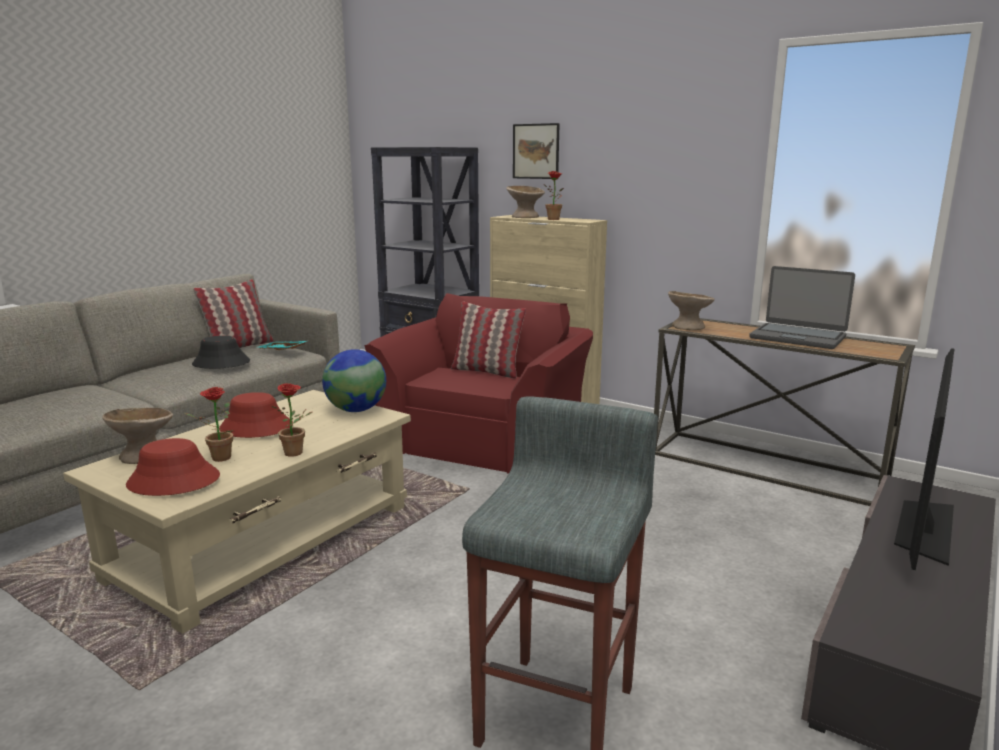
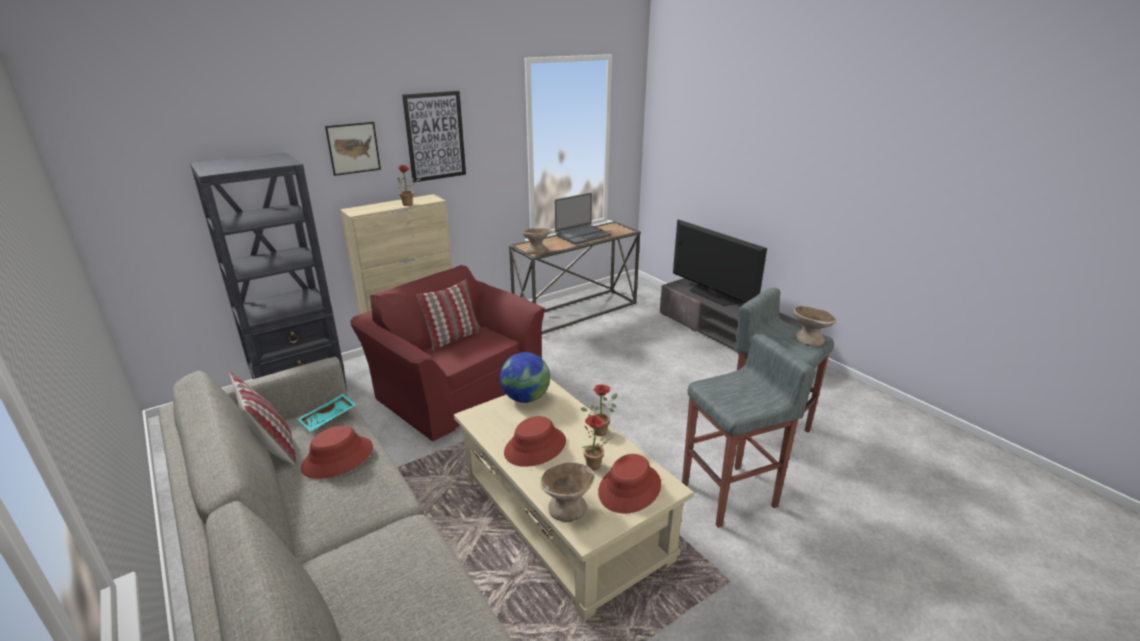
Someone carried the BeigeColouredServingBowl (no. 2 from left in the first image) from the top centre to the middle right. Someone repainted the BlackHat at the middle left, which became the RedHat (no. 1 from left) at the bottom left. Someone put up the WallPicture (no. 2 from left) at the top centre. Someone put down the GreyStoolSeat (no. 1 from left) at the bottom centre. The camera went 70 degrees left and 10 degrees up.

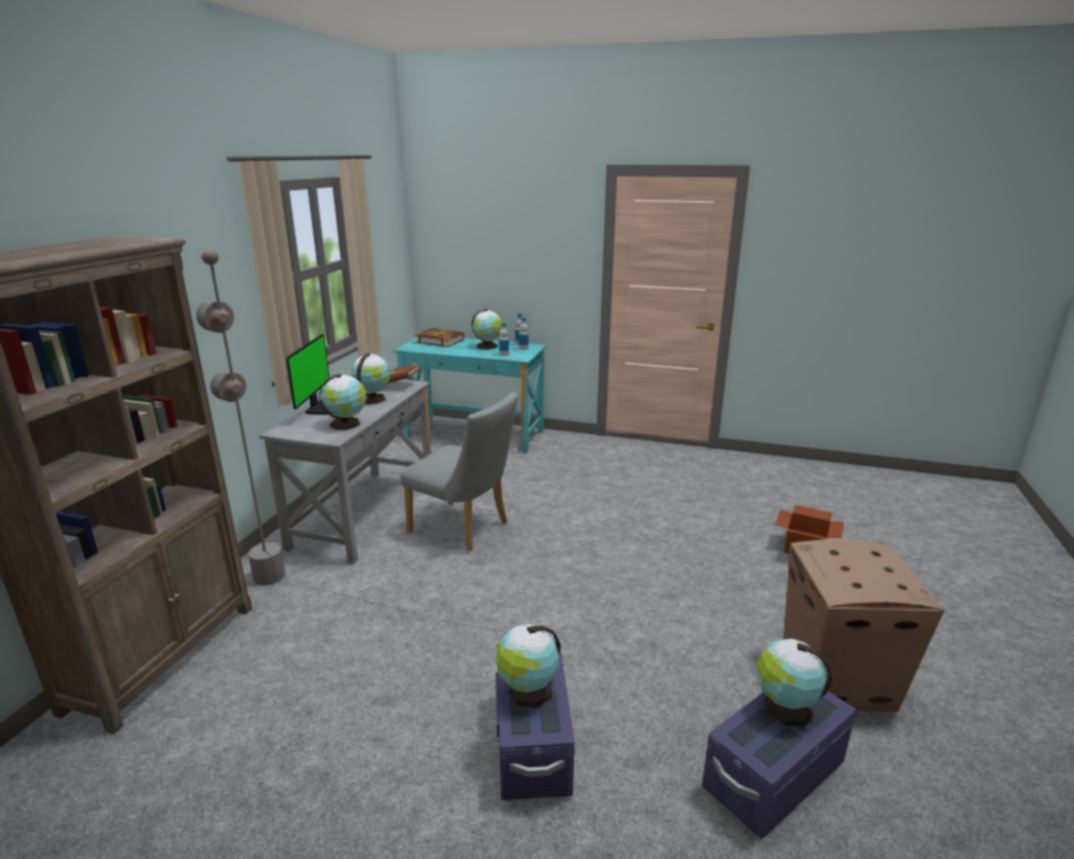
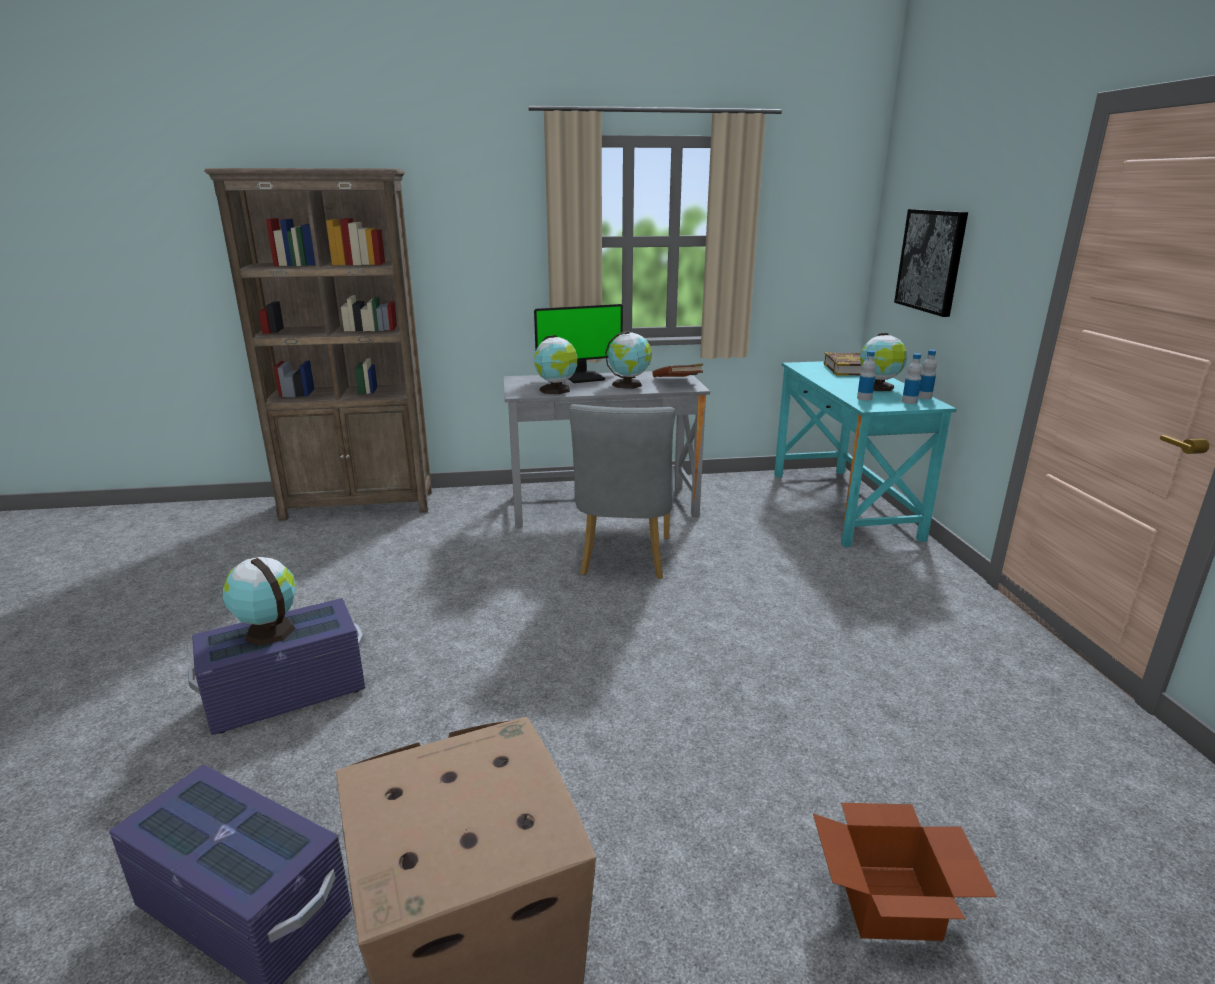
Someone took away the GreyStandingLamp at the centre. Someone took away the Globe (no. 5 from left) at the bottom right. Someone put up the WallPicture at the top right. The camera went 65 degrees right and 0 degrees up.

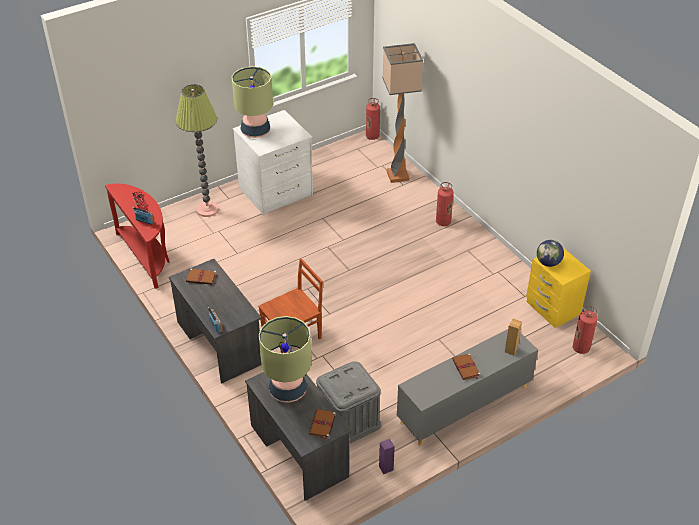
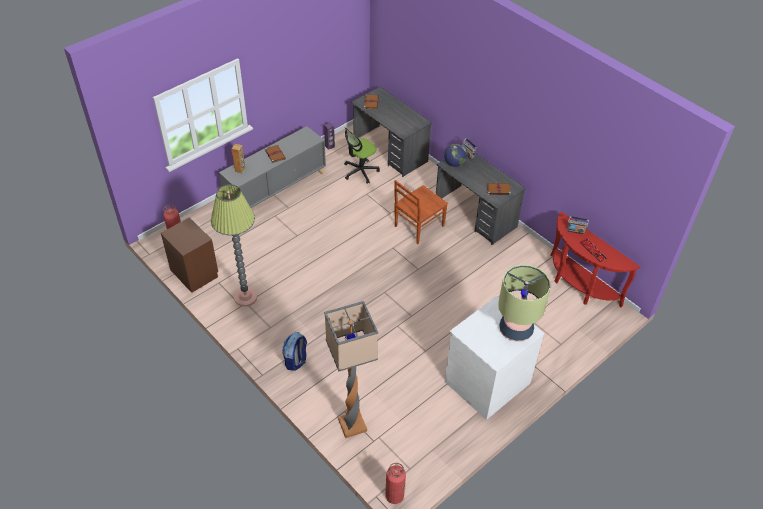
Someone carried the StandingLamp (no. 1 from left) from the top left to the middle left. Someone swapped the FireFightingCylinder (no. 2 from left) at the centre for the Backpack at the bottom centre. Someone carried the Globe from the middle right to the top centre. Someone repainted the YellowColouredNightTable at the middle right, which became the BrownColouredNightTable at the middle left. Someone took away the TabletopLamp (no. 2 from left) at the bottom centre. Someone swapped the GreyStorageBin at the bottom centre for the DeskChair at the top centre. The camera went 170 degrees right and 5 degrees up.

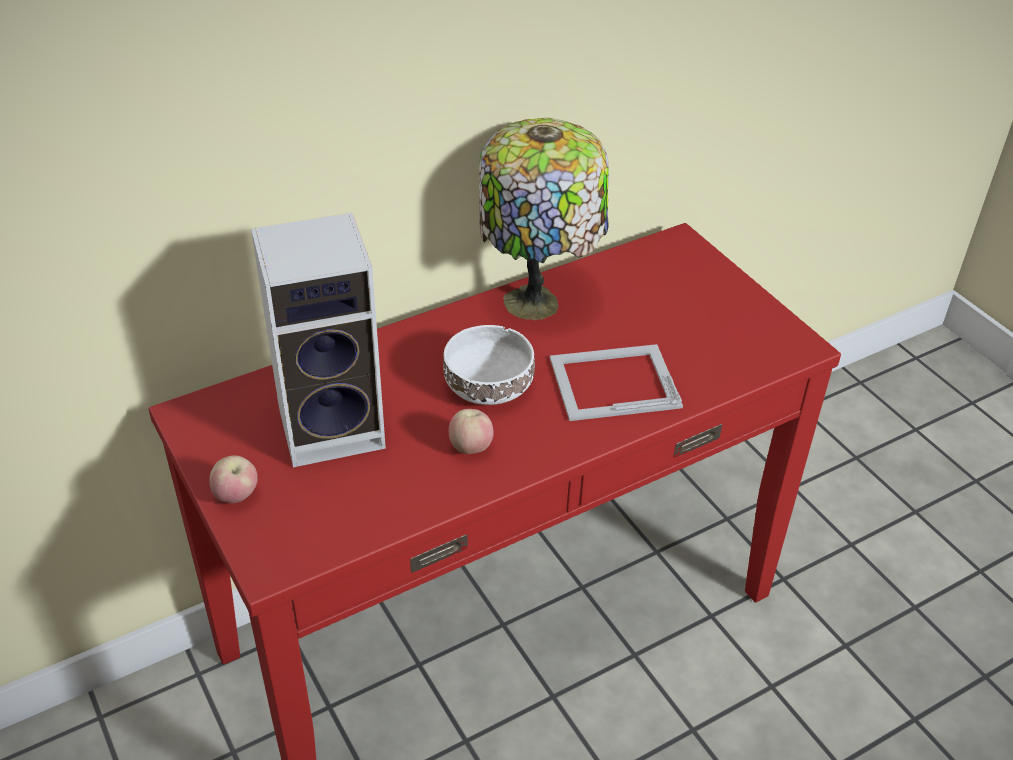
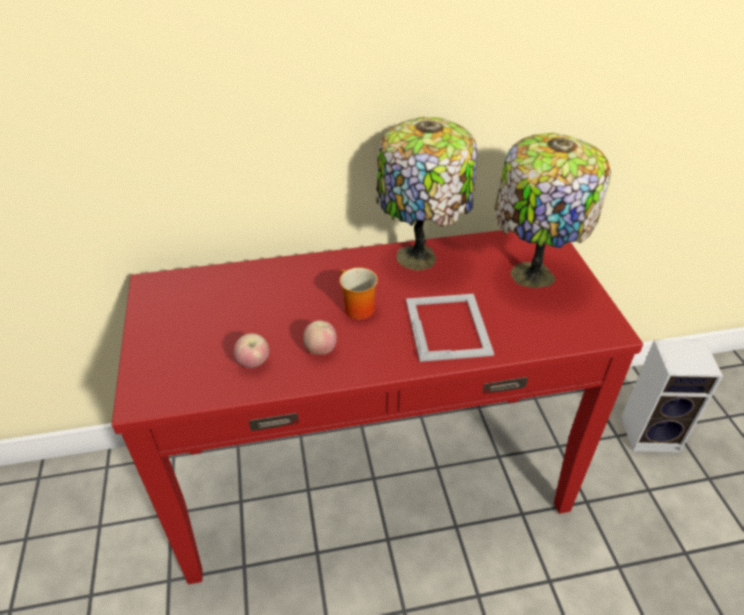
Someone carried the AudioSpeaker from the middle left to the middle right. Someone swapped the WhitishServingBowl at the centre for the CoffeeMug at the centre. Someone rotated the StandingFrame at the centre by 75 degrees clockwise. Someone carried the AppleFruit (no. 1 from left) from the middle left to the centre. Someone put down the TabletopLamp (no. 2 from left) at the middle right. The camera went 20 degrees right and 0 degrees up.

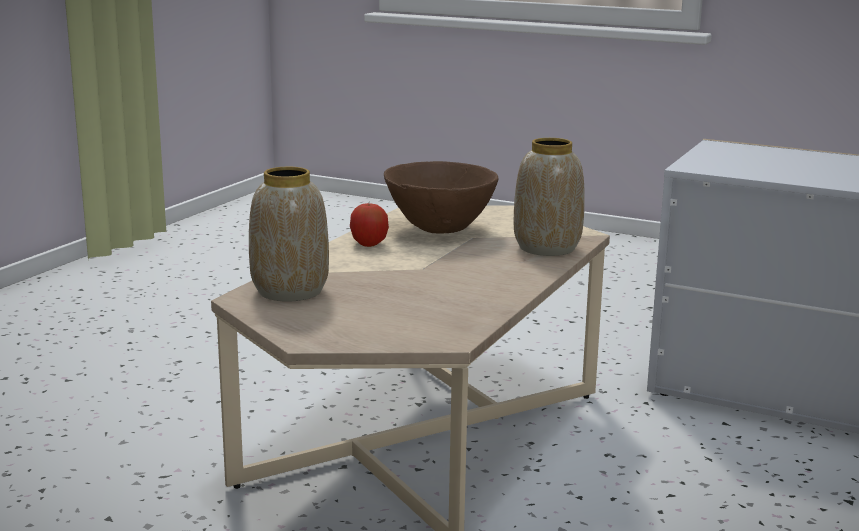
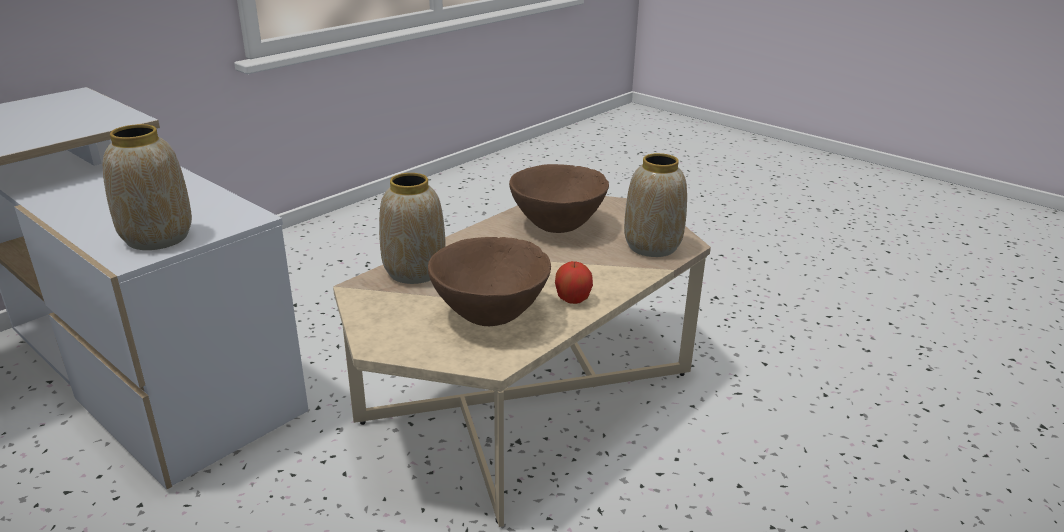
Someone put down the Vase (no. 1 from left) at the middle left. Someone put down the BrownColouredServingBowl (no. 2 from left) at the centre. The camera went 165 degrees left and 10 degrees up.

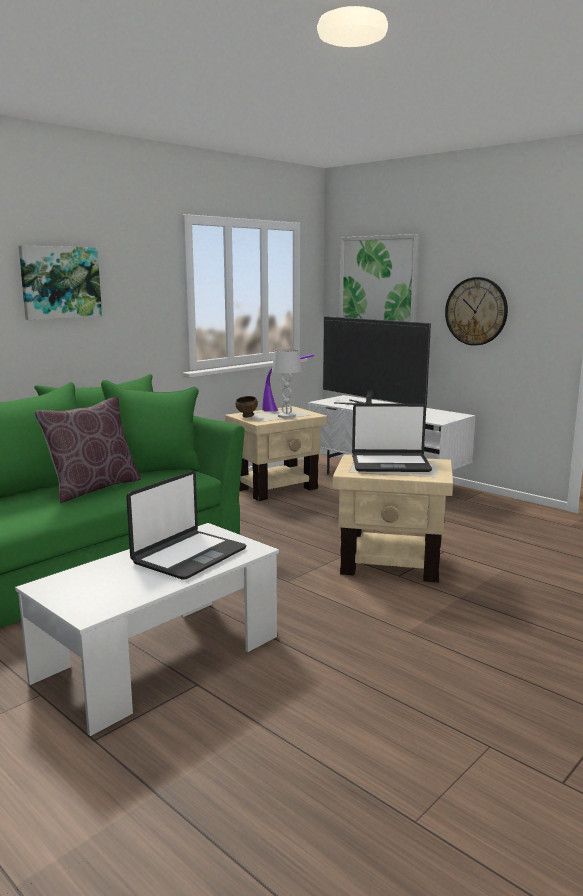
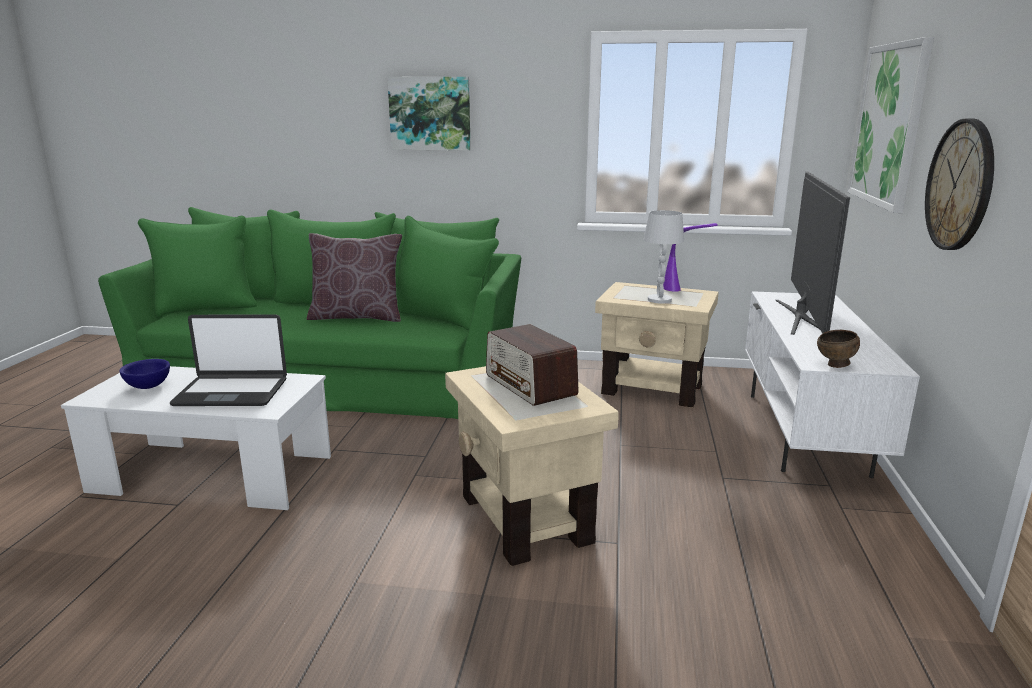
Someone carried the BrownColouredServingBowl from the centre to the middle right. Someone swapped the PortableComputer (no. 2 from left) at the middle right for the Radio at the centre. Someone put down the BlueServingBowl at the middle left. The camera went 55 degrees right and 5 degrees up.

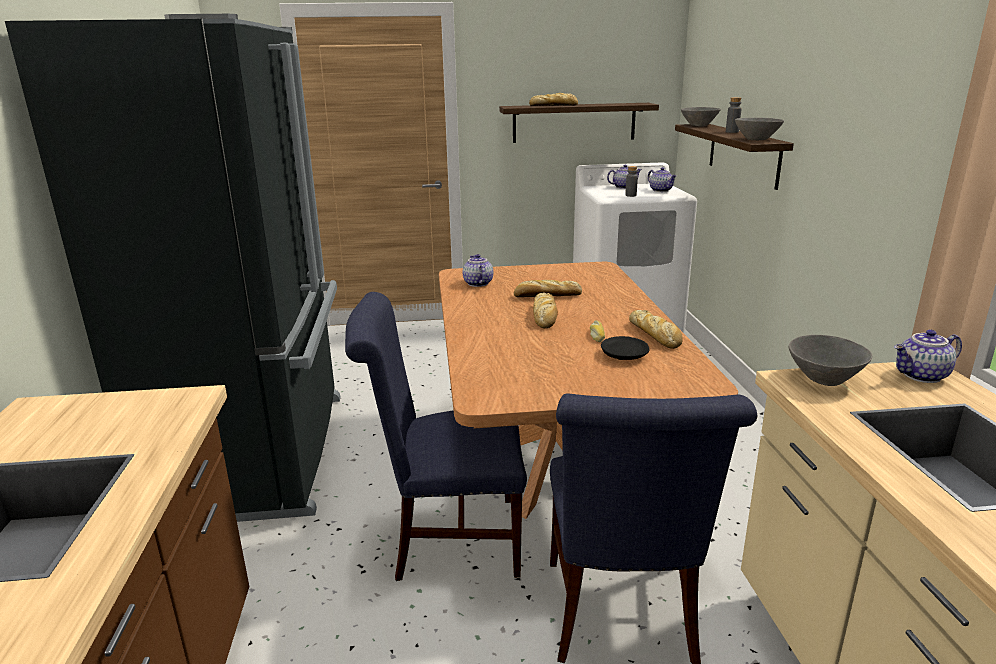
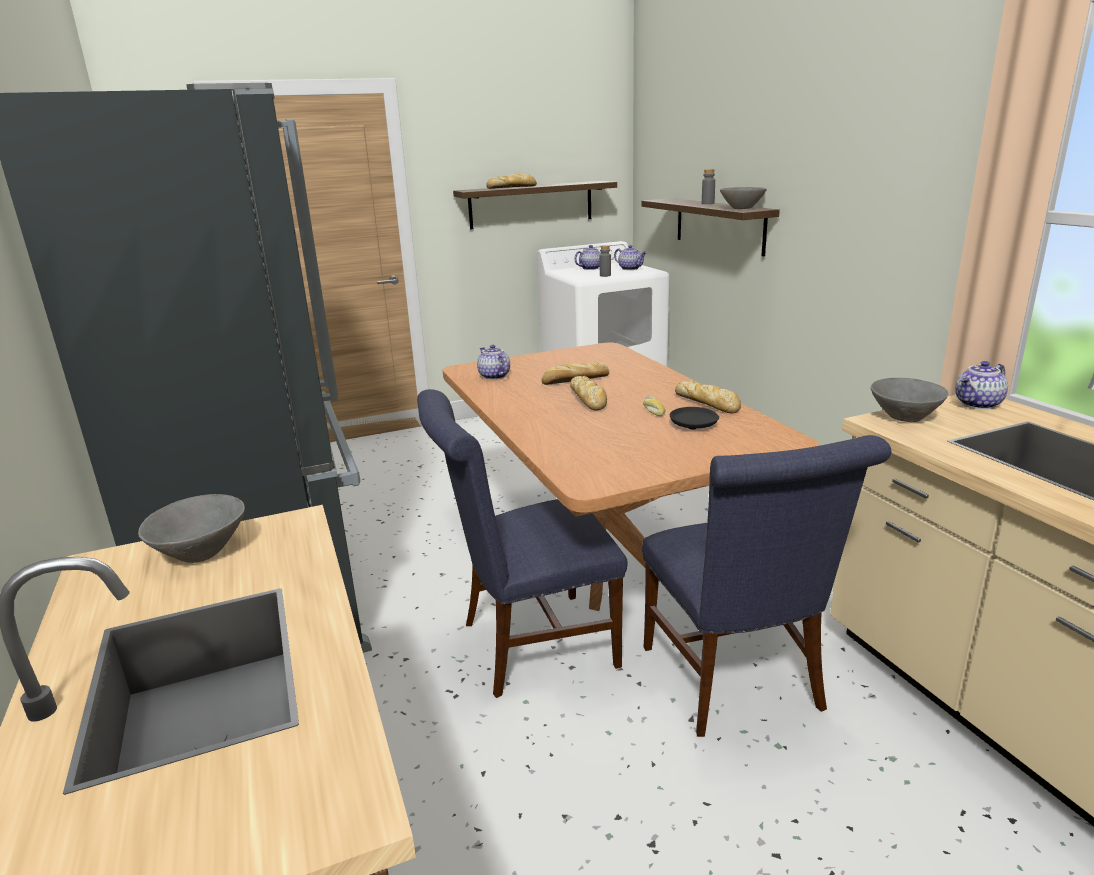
Someone carried the GreyServingBowl (no. 1 from left) from the top right to the middle left. The camera went 15 degrees left and 0 degrees up.

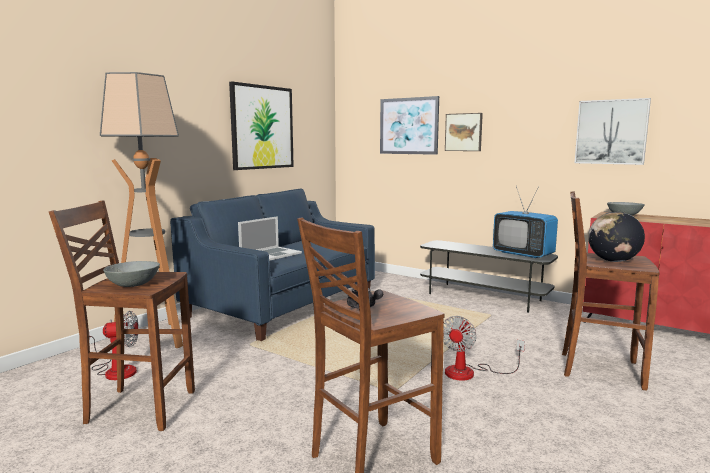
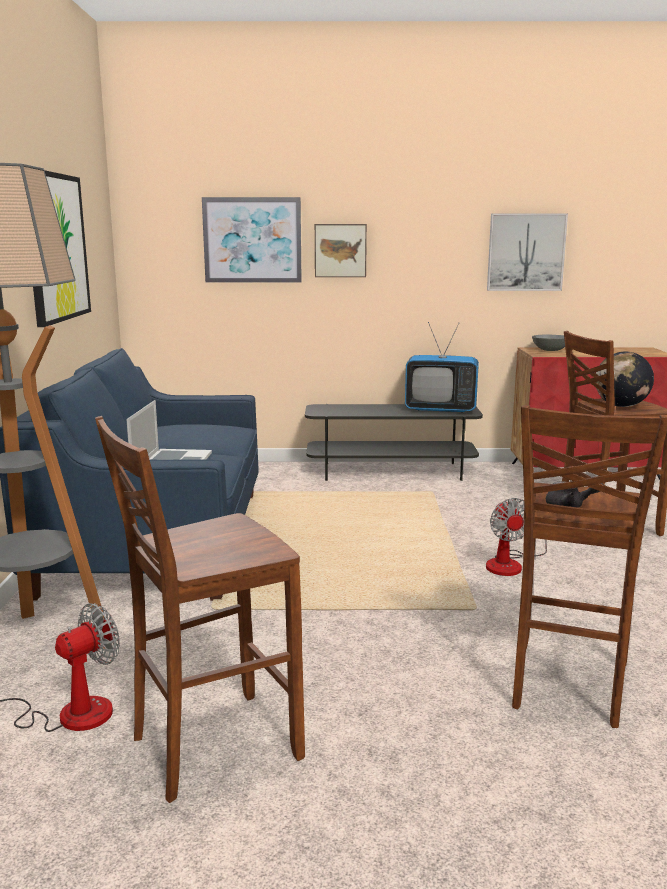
Someone took away the GreyServingBowl (no. 1 from left) at the middle left. The camera went 35 degrees left and 5 degrees up.

